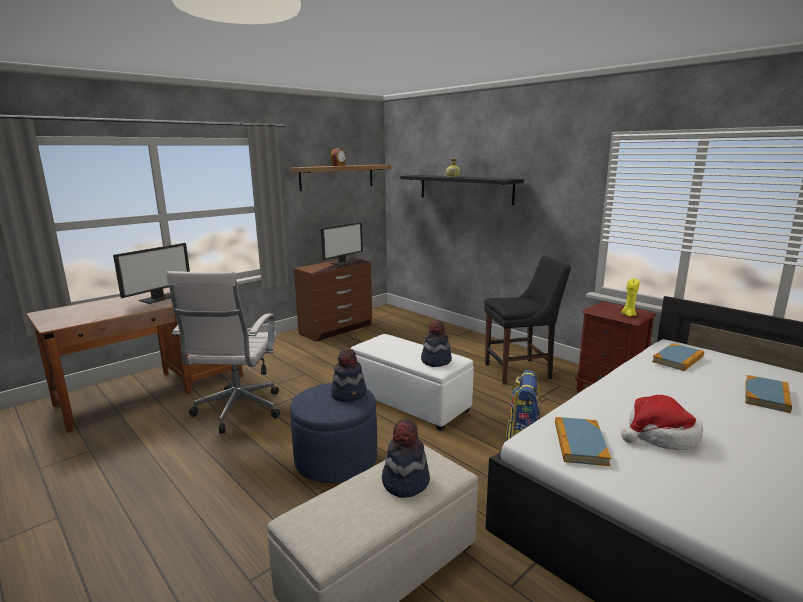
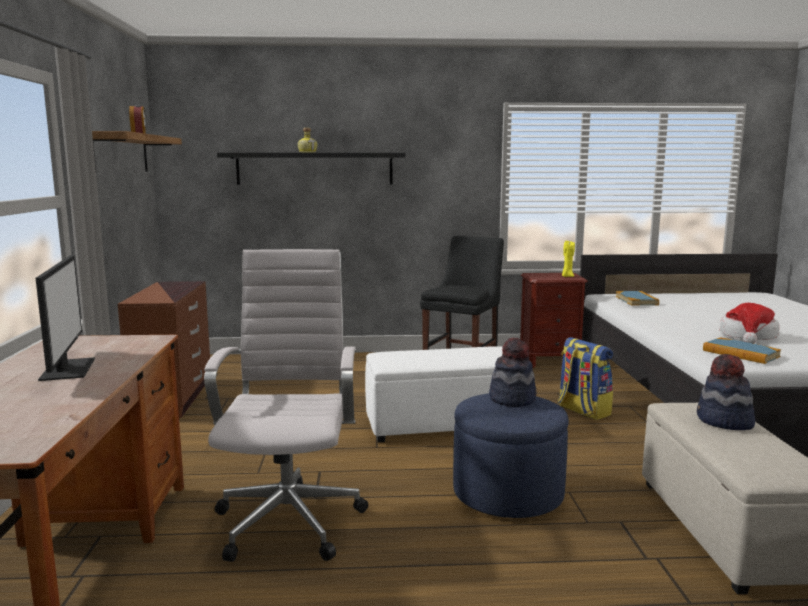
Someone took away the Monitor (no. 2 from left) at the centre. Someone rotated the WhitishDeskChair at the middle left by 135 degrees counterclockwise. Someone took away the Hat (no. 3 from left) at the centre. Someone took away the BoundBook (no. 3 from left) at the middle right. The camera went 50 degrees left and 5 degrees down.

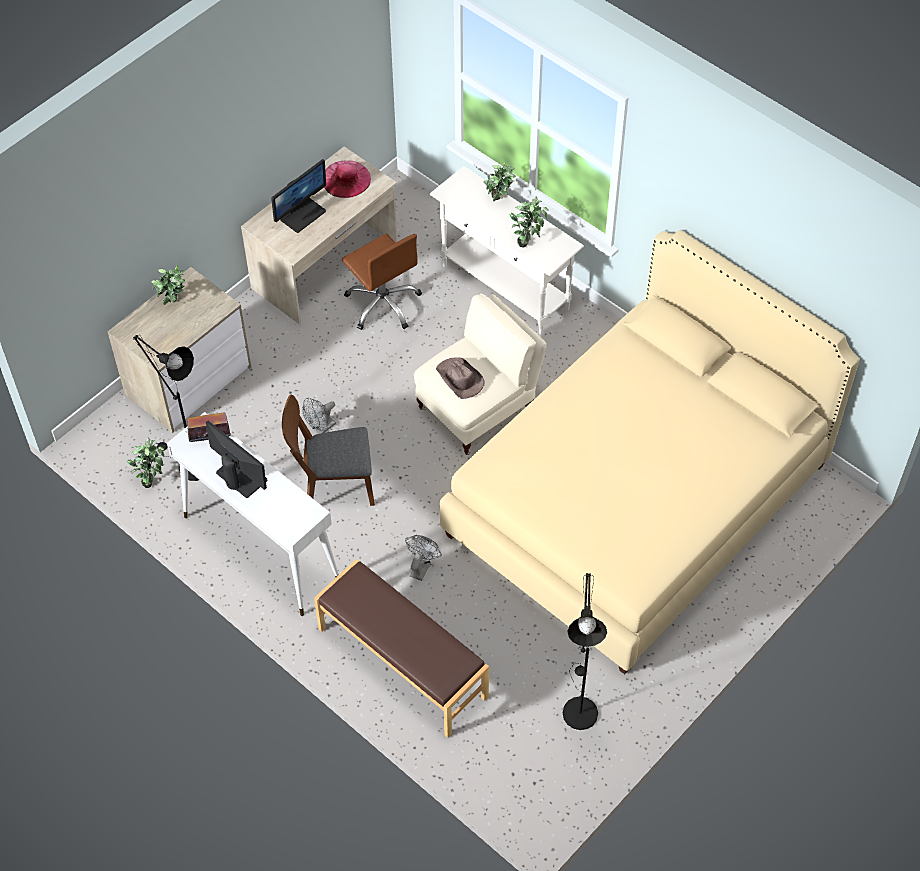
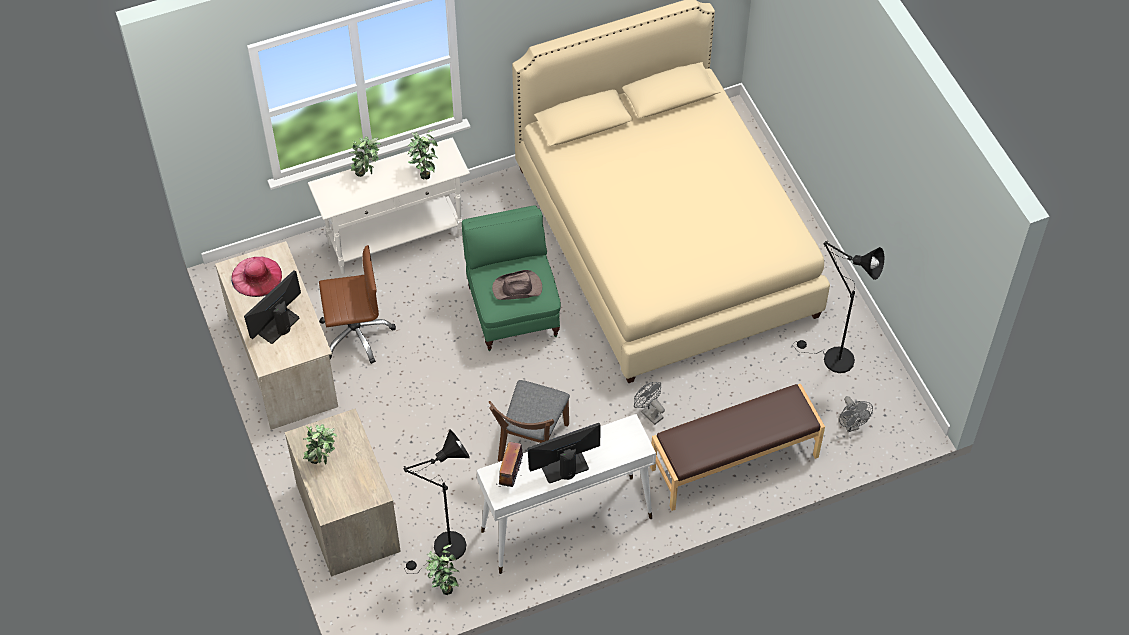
Someone rotated the Monitor (no. 2 from left in the first image) at the top left by 120 degrees counterclockwise. Someone repainted the BeigeColouredEasyChair at the centre, which became the GreenEasyChair at the centre. Someone carried the GreyElectricFan (no. 1 from left in the first image) from the centre to the middle right. The camera went 65 degrees left and 0 degrees up.

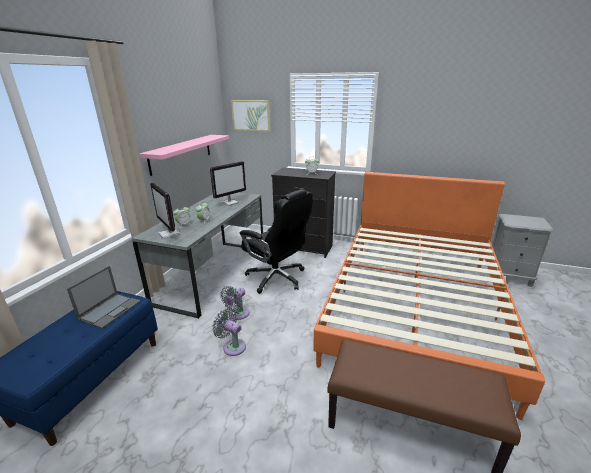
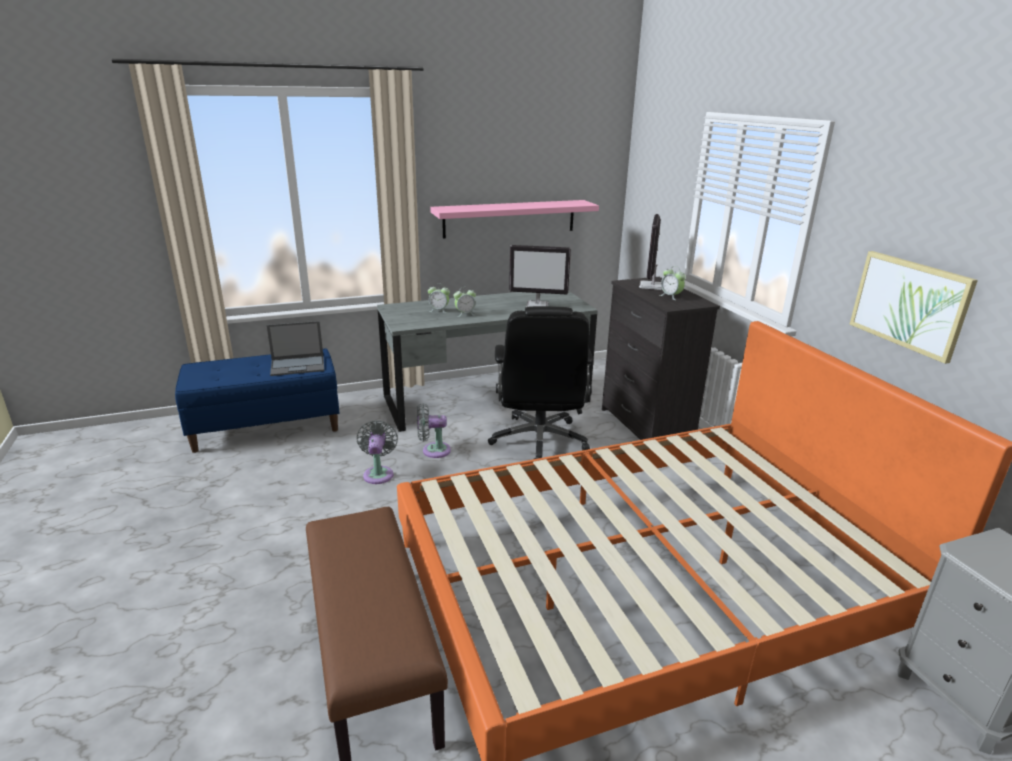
Someone carried the WallPicture from the top centre to the middle right. Someone carried the Monitor (no. 1 from left in the first image) from the middle left to the top centre. The camera went 50 degrees right and 0 degrees up.

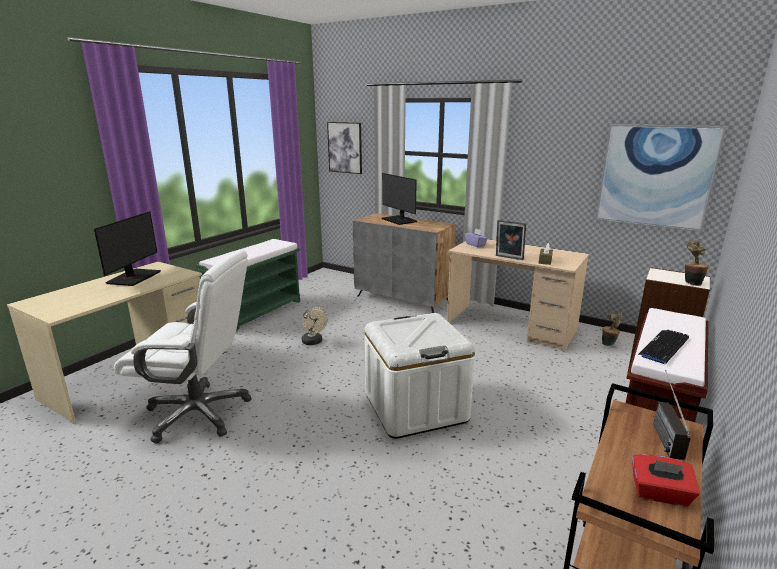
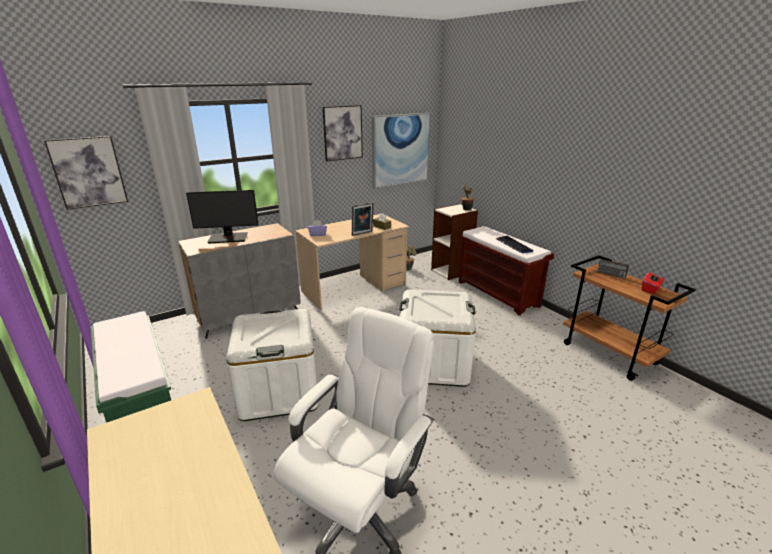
Someone took away the Monitor (no. 1 from left) at the middle left. Someone swapped the BeigeColouredElectricFan at the centre for the WhitishStorageBin (no. 1 from left) at the centre. Someone put up the WallPicture (no. 2 from left) at the top centre. The camera went 65 degrees left and 5 degrees up.

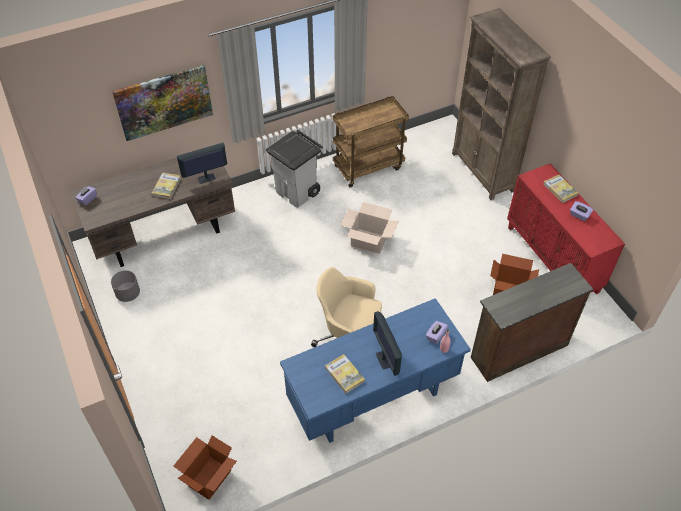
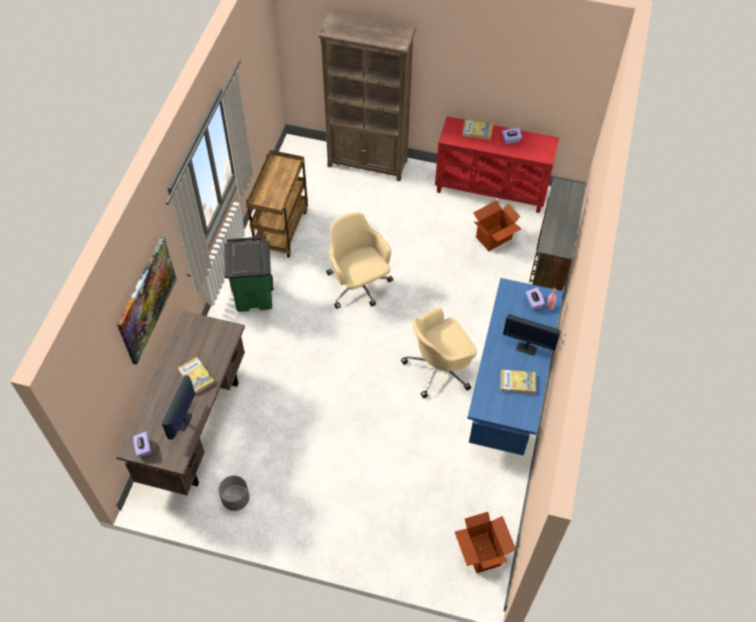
Someone repainted the GreyTrashCan at the top centre, which became the GreenTrashCan at the middle left. Someone carried the Monitor (no. 1 from left) from the top left to the middle left. Someone swapped the PackingBox (no. 2 from left) at the centre for the BeigeColouredDeskChair (no. 1 from left) at the centre. The camera went 50 degrees left and 5 degrees up.

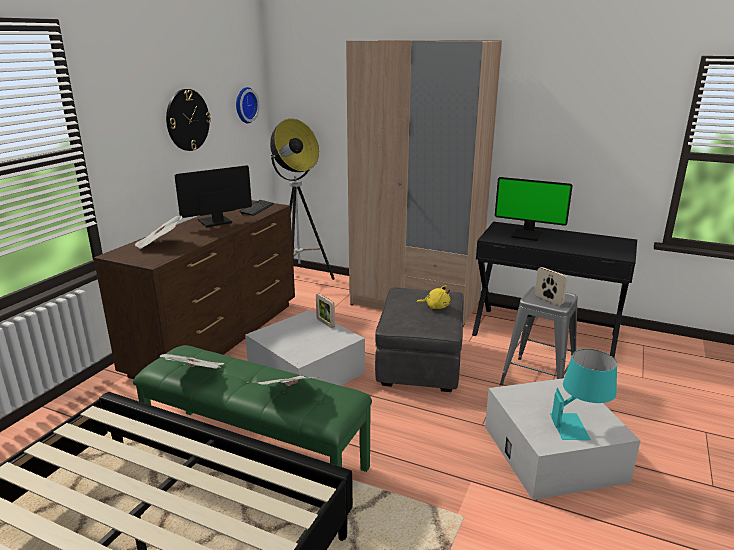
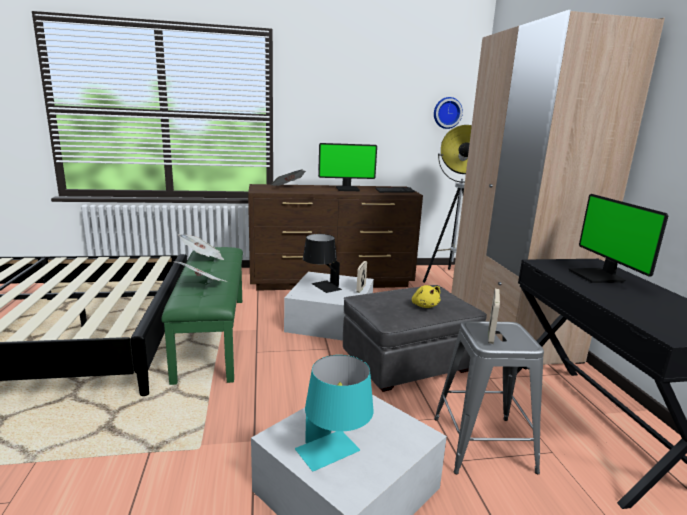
Someone took away the HangingClock (no. 1 from left) at the top left. Someone rotated the Monitor (no. 1 from left) at the middle left by 150 degrees clockwise. Someone put down the BlackTabletopLamp at the centre. The camera went 55 degrees right and 5 degrees down.

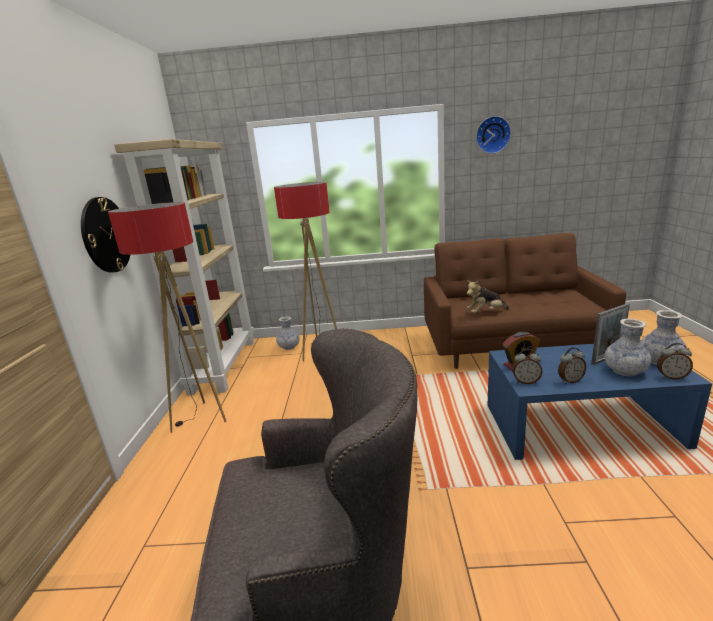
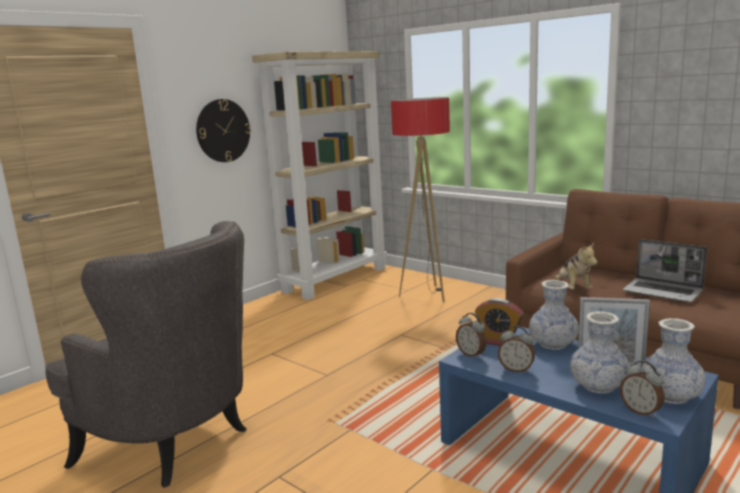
Someone took away the HangingClock (no. 2 from left) at the top right. Someone took away the StandingLamp (no. 1 from left) at the middle left. Someone rotated the PlushToy at the middle right by 120 degrees counterclockwise. Someone carried the Vase (no. 1 from left) from the centre to the middle right. Someone put down the PortableComputer at the middle right. The camera went 40 degrees right and 5 degrees down.

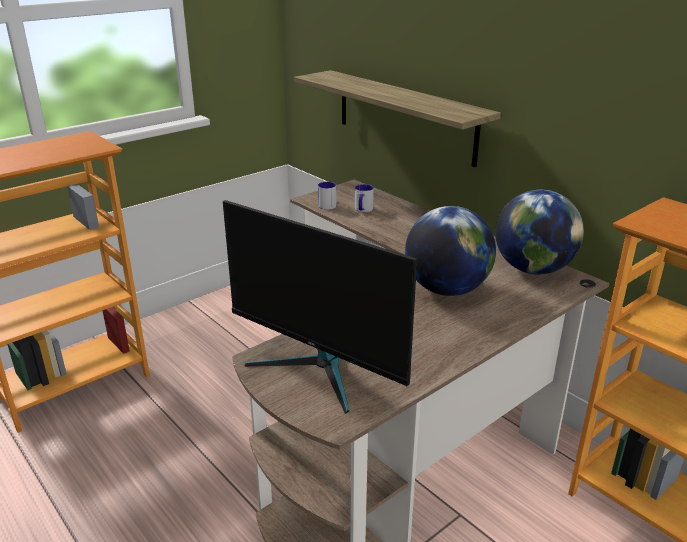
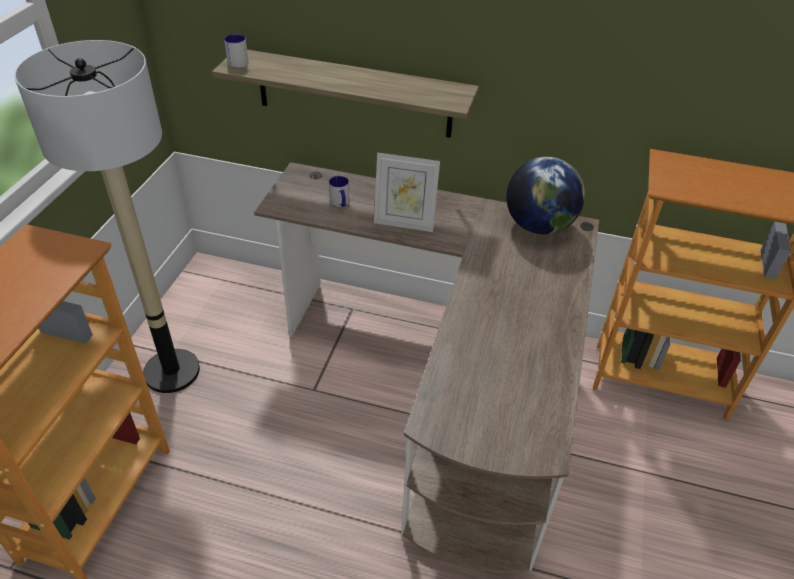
Someone carried the CoffeeMug (no. 1 from left) from the centre to the top left. Someone took away the Monitor at the centre. Someone took away the Globe (no. 1 from left) at the centre. Someone put down the StandingLamp at the middle left. Someone put down the StandingFrame at the top centre. The camera went 35 degrees left and 15 degrees up.

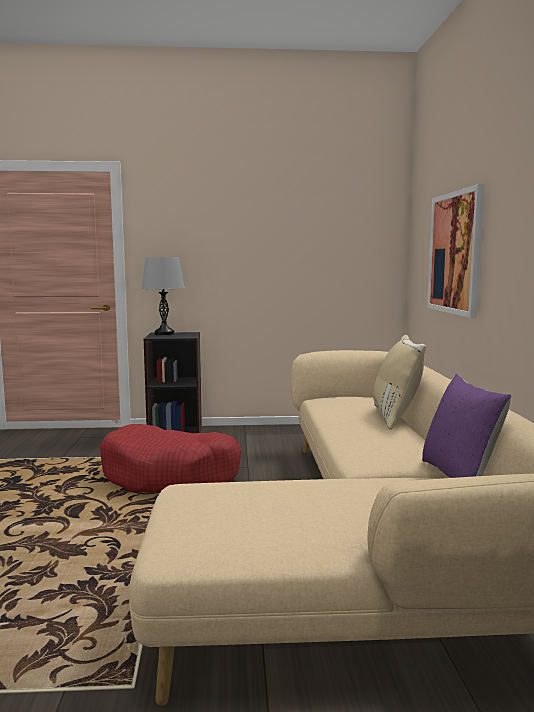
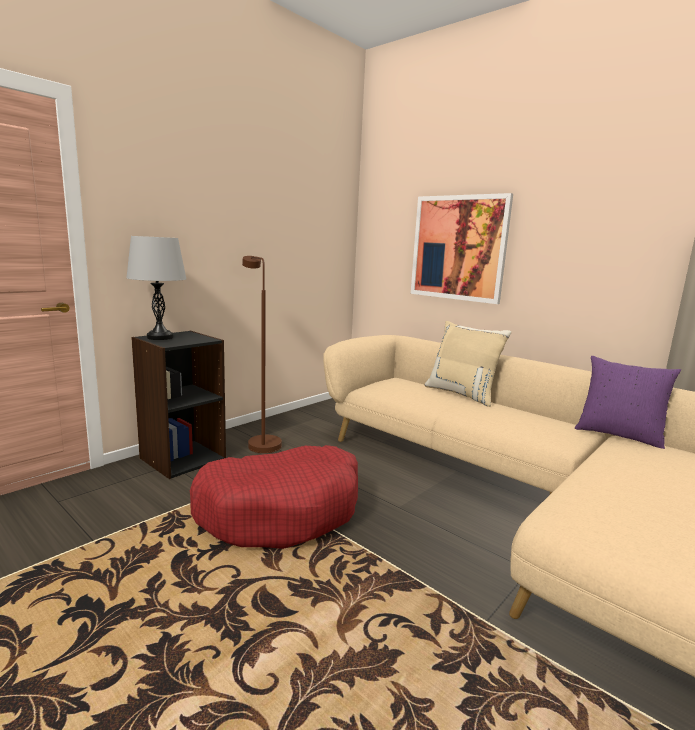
Someone put down the BrownColouredStandingLamp at the centre. The camera went 45 degrees left and 5 degrees up.

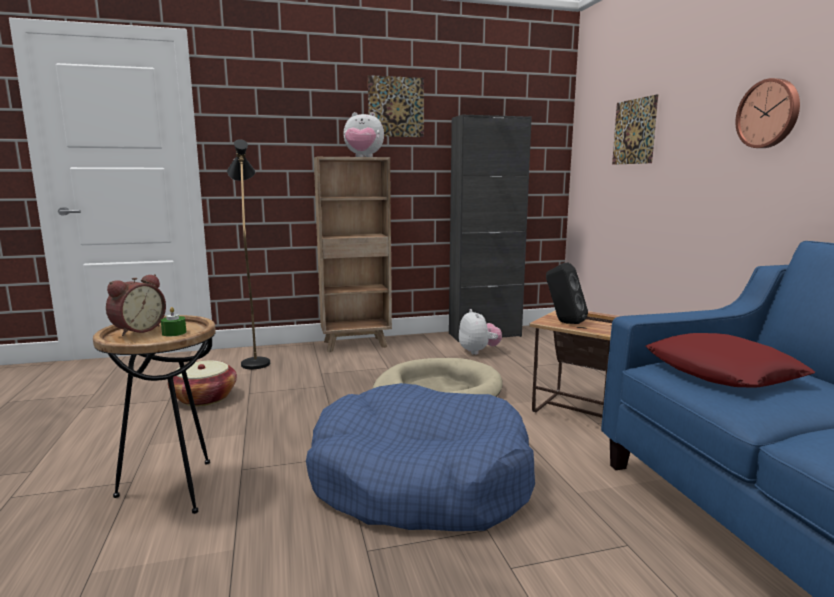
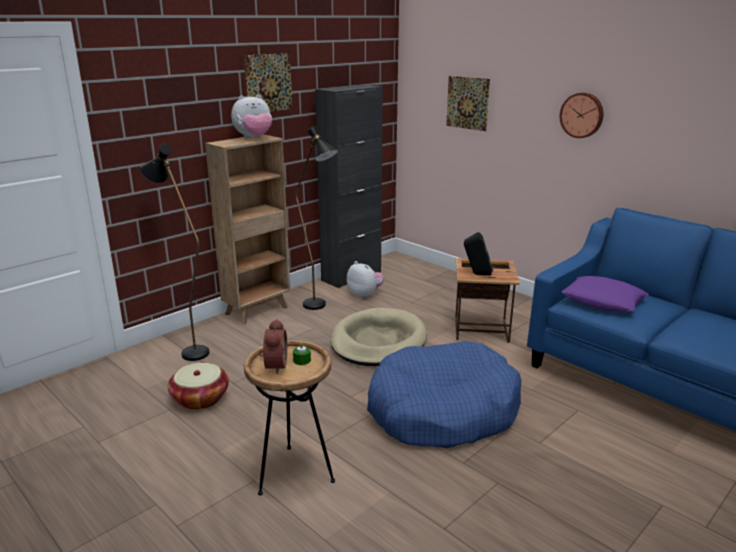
Someone repainted the RedThrowPillow at the middle right, which became the PurpleColouredThrowPillow at the middle right. Someone put down the BlackStandingLamp (no. 2 from left) at the centre. The camera went 30 degrees left and 10 degrees up.

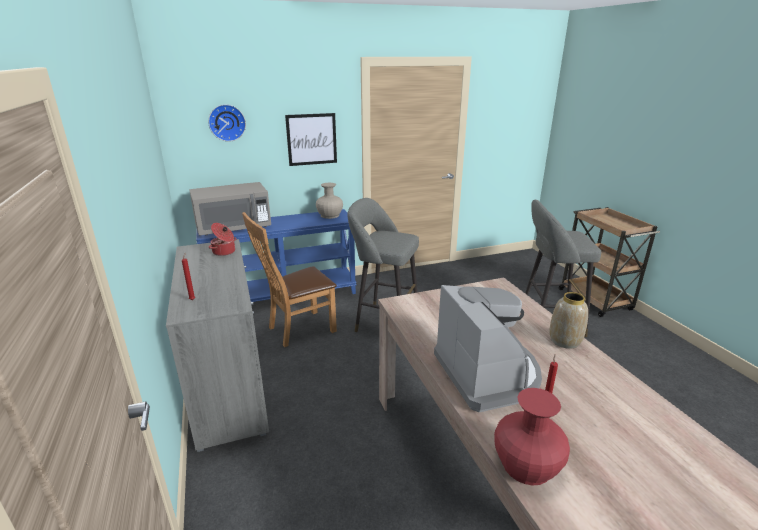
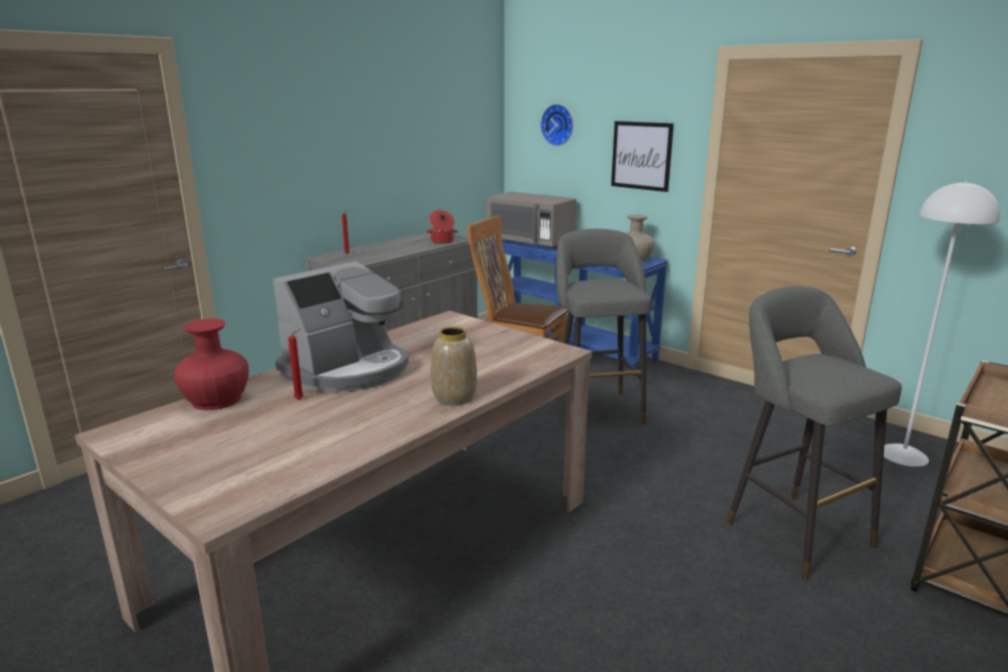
Someone put down the WhitishStandingLamp at the middle right. The camera went 60 degrees right and 5 degrees down.

